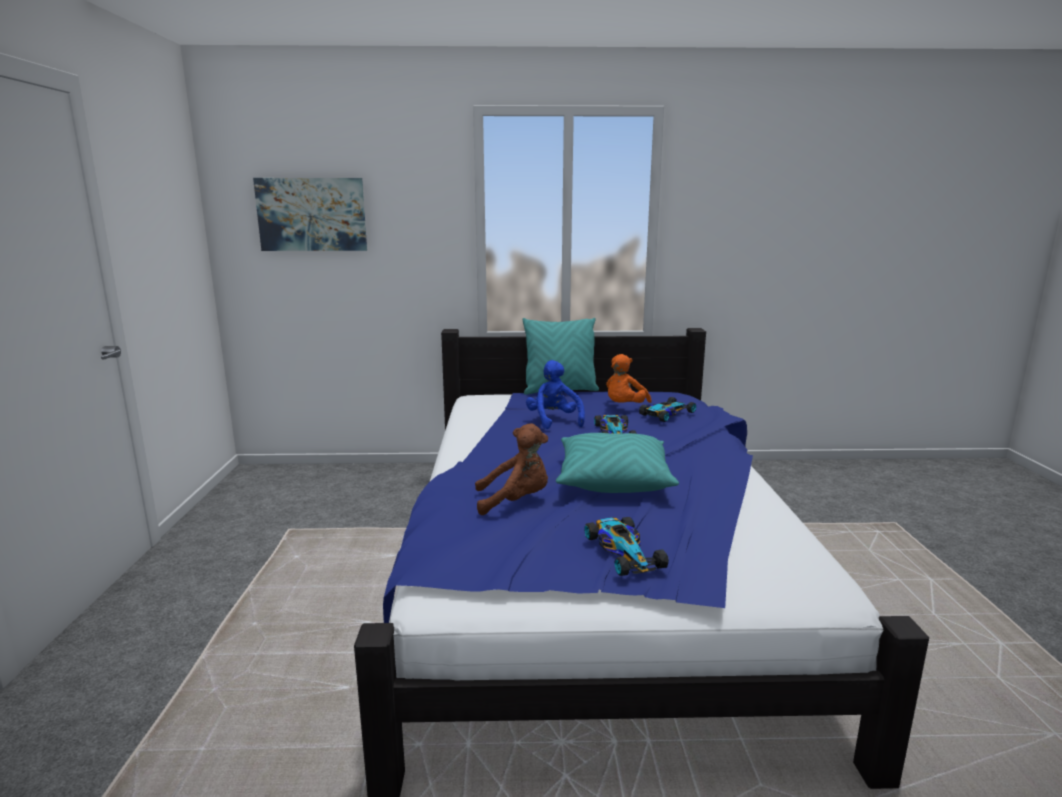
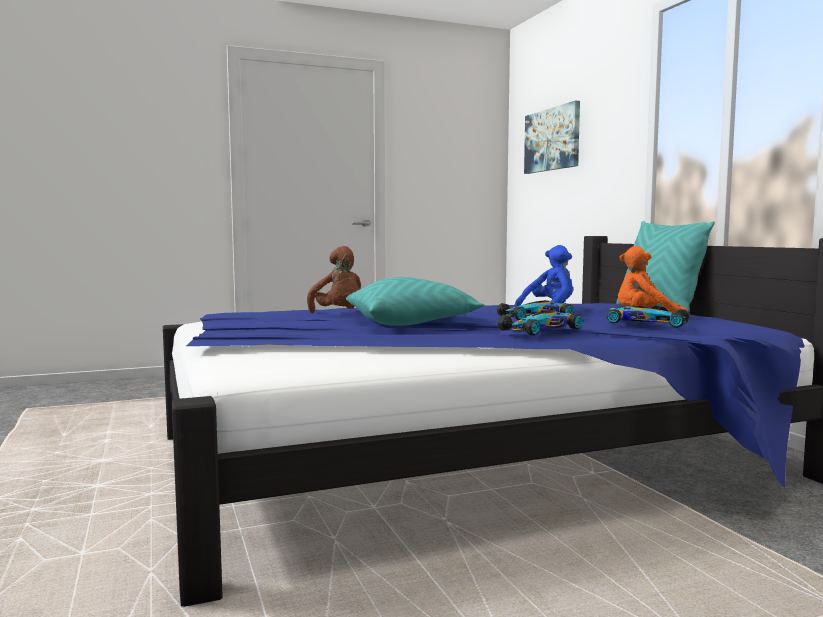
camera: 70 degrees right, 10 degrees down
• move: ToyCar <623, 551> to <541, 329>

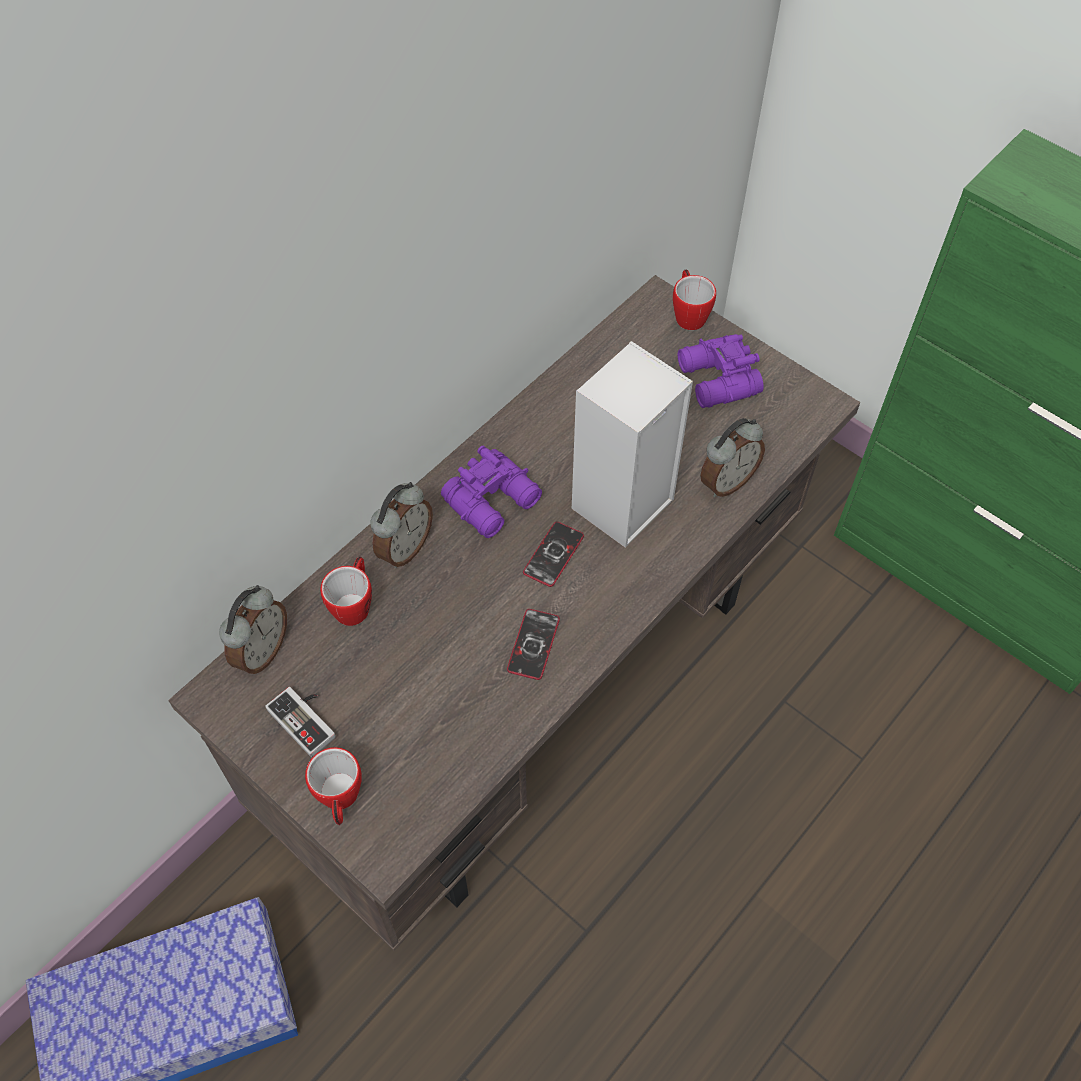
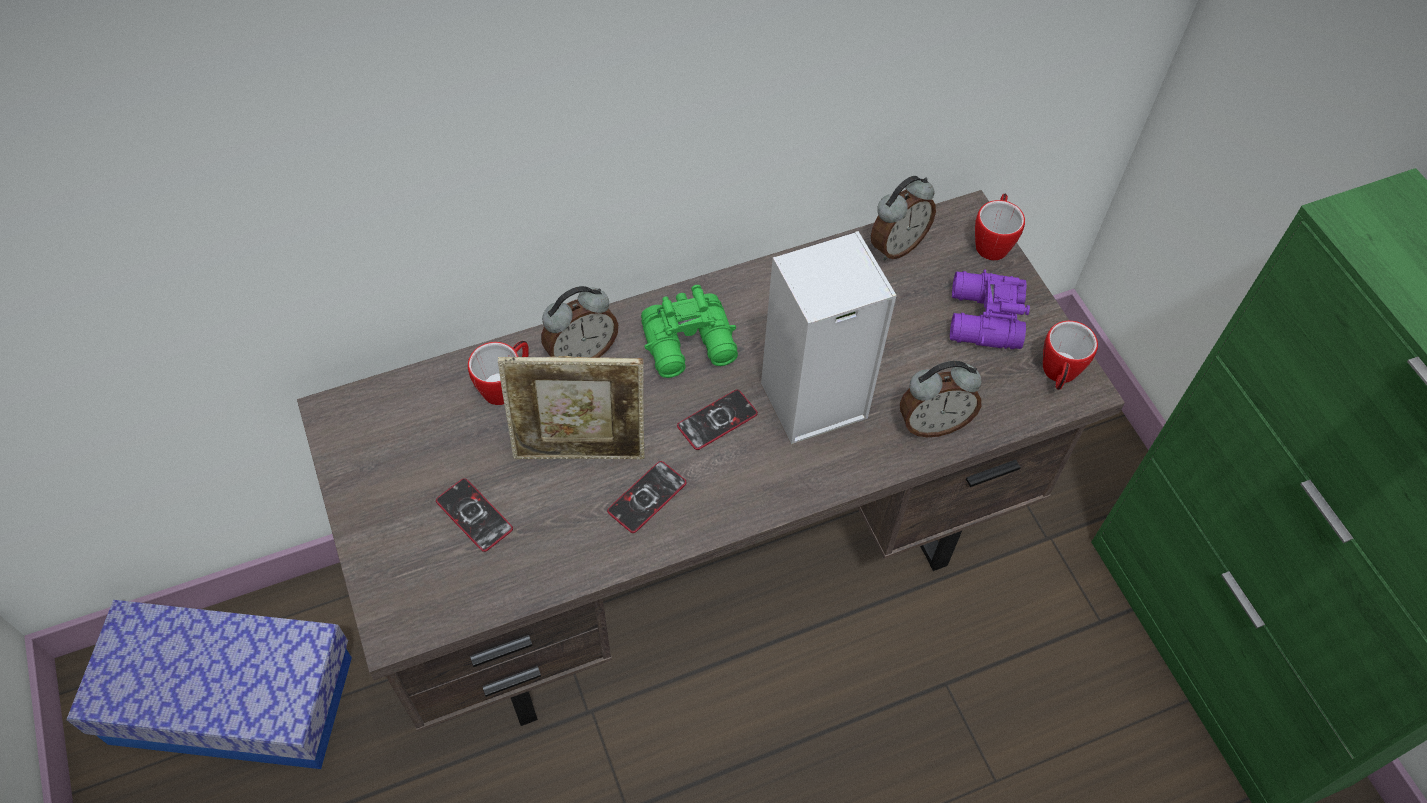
camera: 25 degrees right, 0 degrees up
• insert: Phone <474, 515>
• insert: PictureFrame <581, 452>
• recolor: PurpleBinoculars <494, 501> to GreenBinoculars <691, 345>
• move: AlarmClock <261, 651> to <896, 245>
• move: Mug <340, 800> to <1058, 375>
• delete: GameController <307, 719>

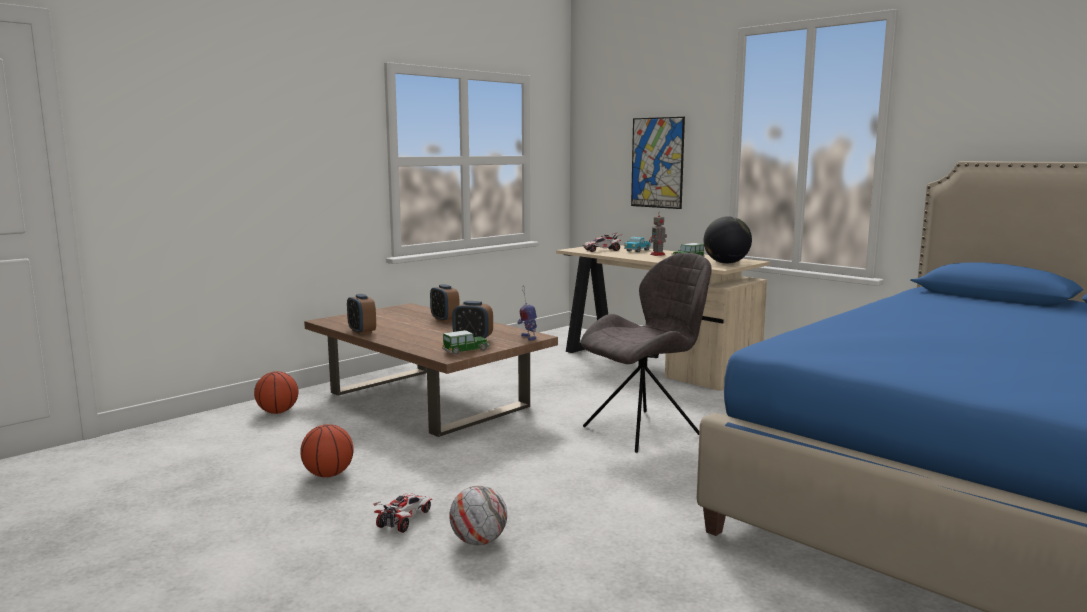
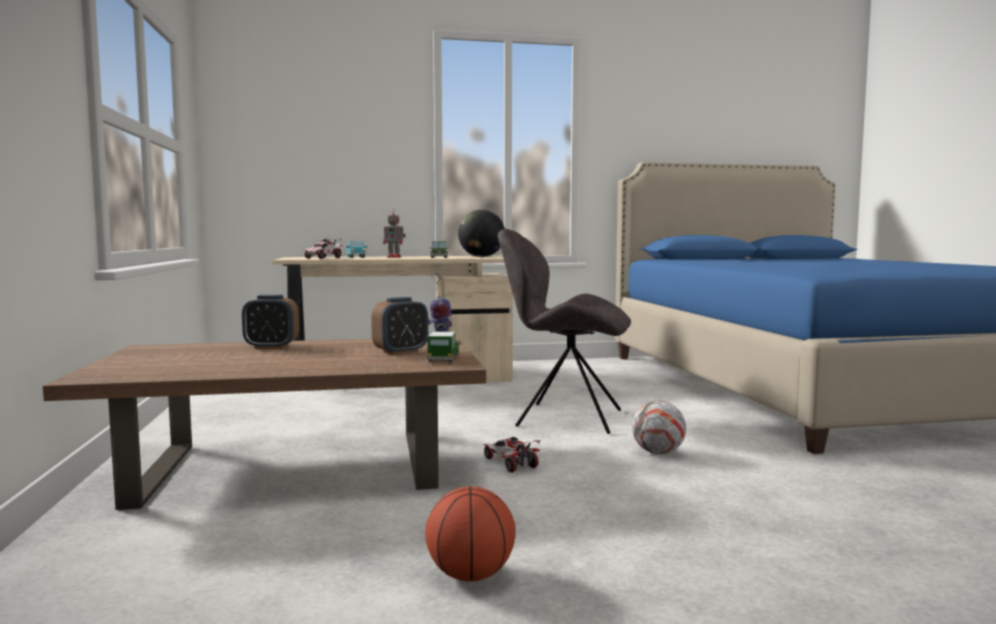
camera: 55 degrees left, 5 degrees down
• move: ToyCar <404, 520> to <509, 463>
• rotate: GreyChair <644, 430> = <565, 417> 75 degrees counterclockwise
• move: Football <478, 541> to <657, 452>
• delete: Basketball <277, 412>
• delete: AlarmClock <362, 331>
• delete: Picture <657, 163>

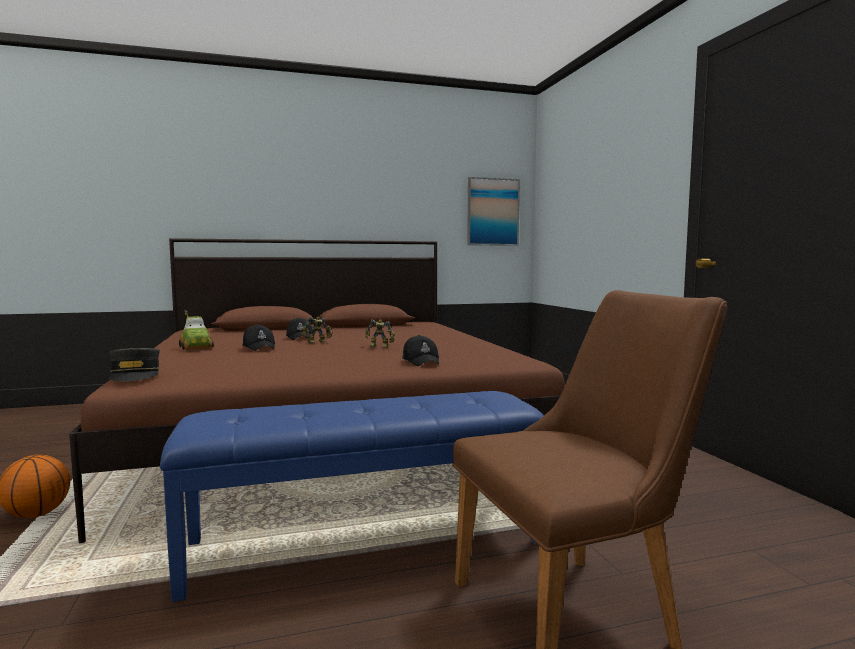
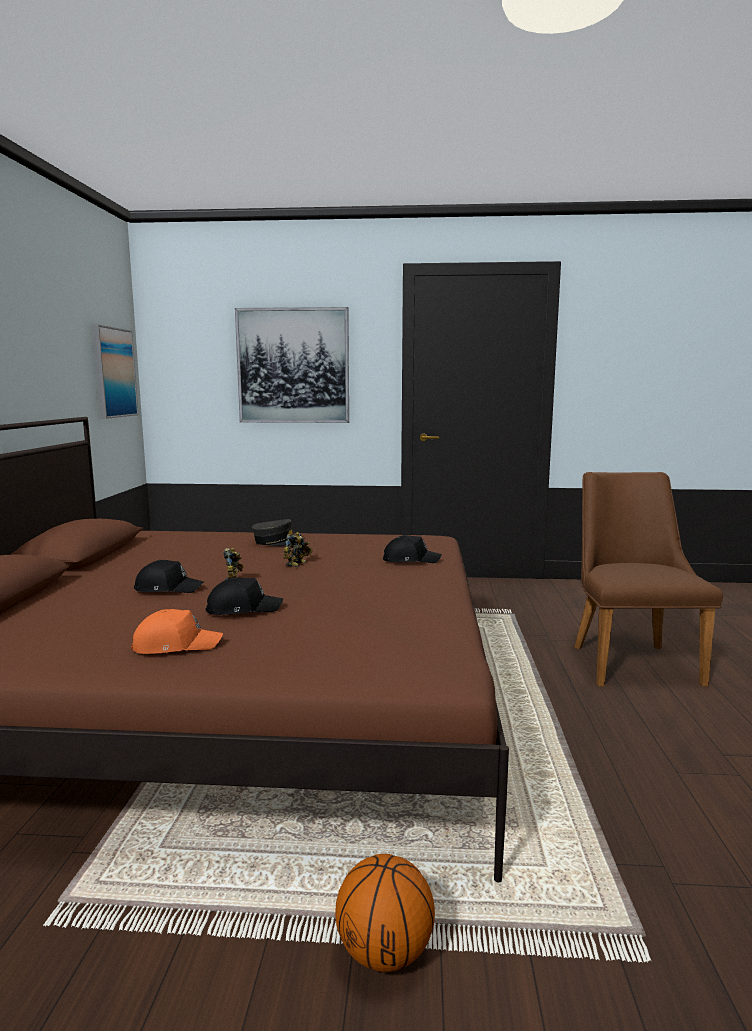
camera: 70 degrees left, 5 degrees up
• replace: ToyCar <197, 347> to OrangeCap <176, 645>
• insert: Picture <293, 366>
• move: GreyCap <135, 375> to <277, 542>
• delete: BlueBench <367, 541>

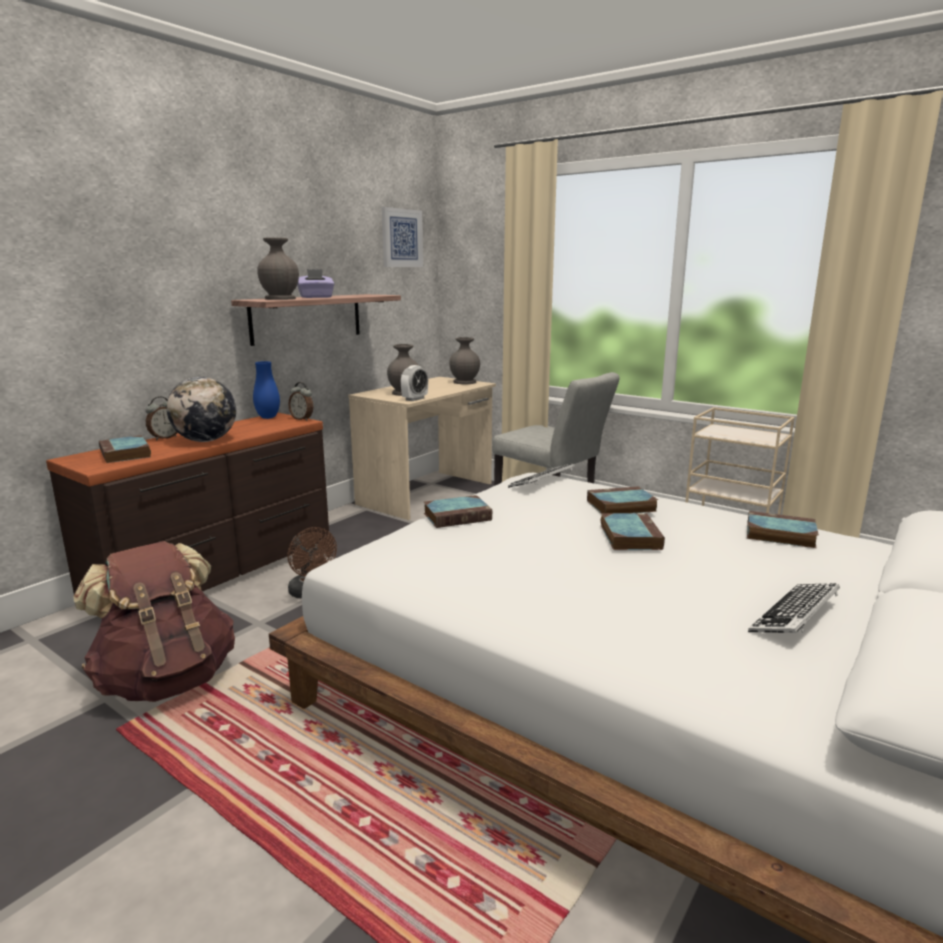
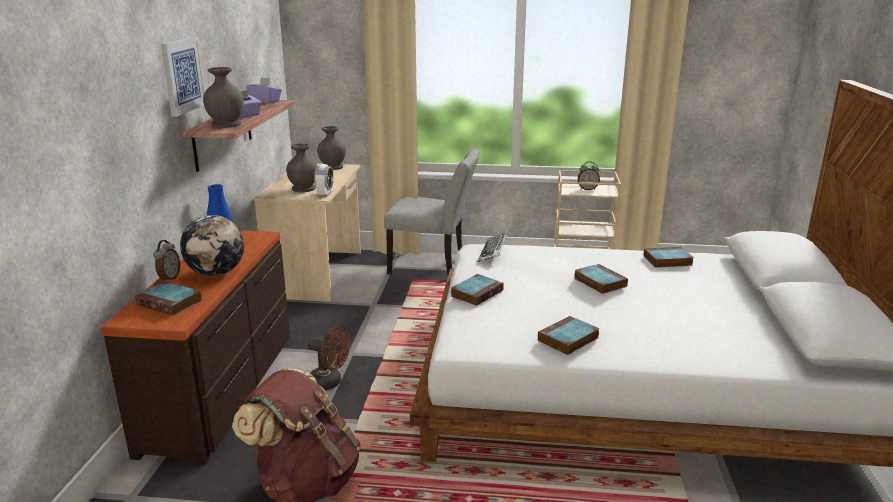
camera: 30 degrees left, 5 degrees up
• move: Picture <401, 238> to <182, 75>
• insert: PurpleTissueBox <265, 101>
• move: Book <620, 506> to <568, 340>
• move: AlarmClock <302, 419> to <587, 189>
• delete: Keyboard <795, 616>

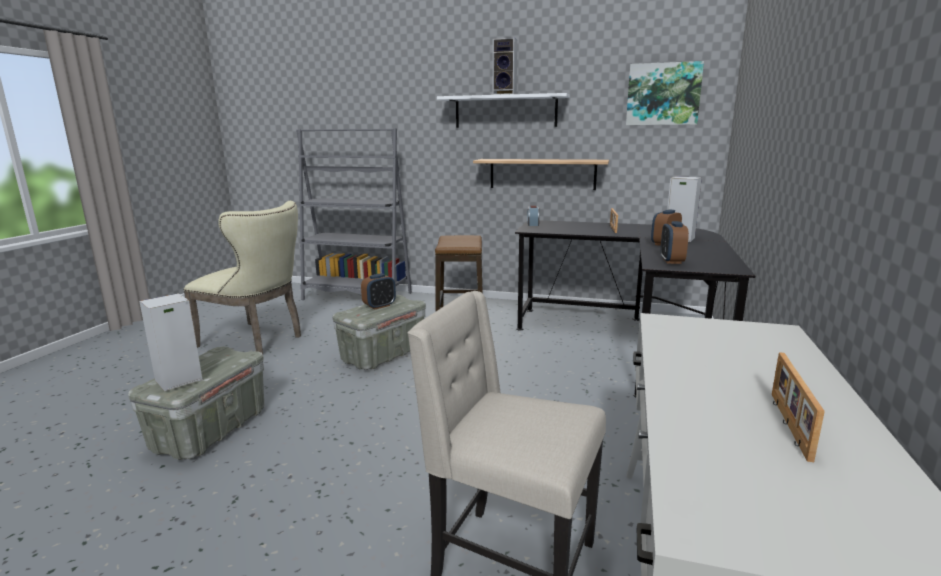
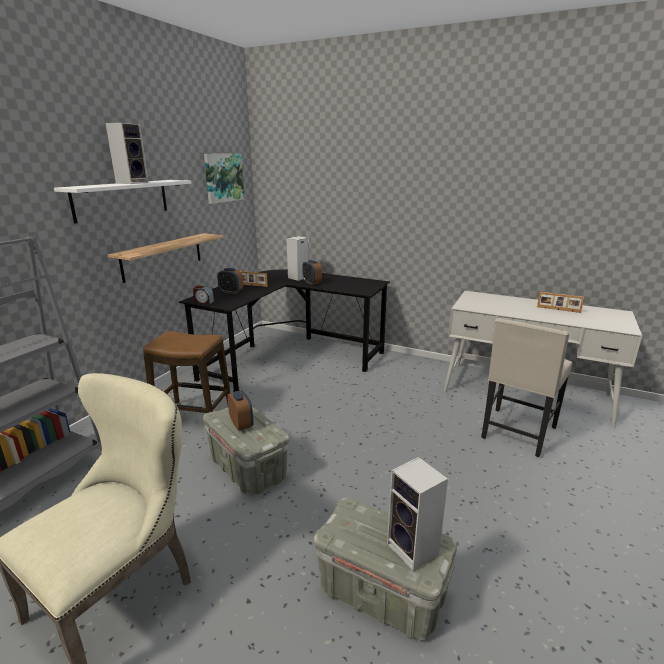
camera: 80 degrees left, 5 degrees up
• move: AlarmClock <671, 261> to <231, 292>

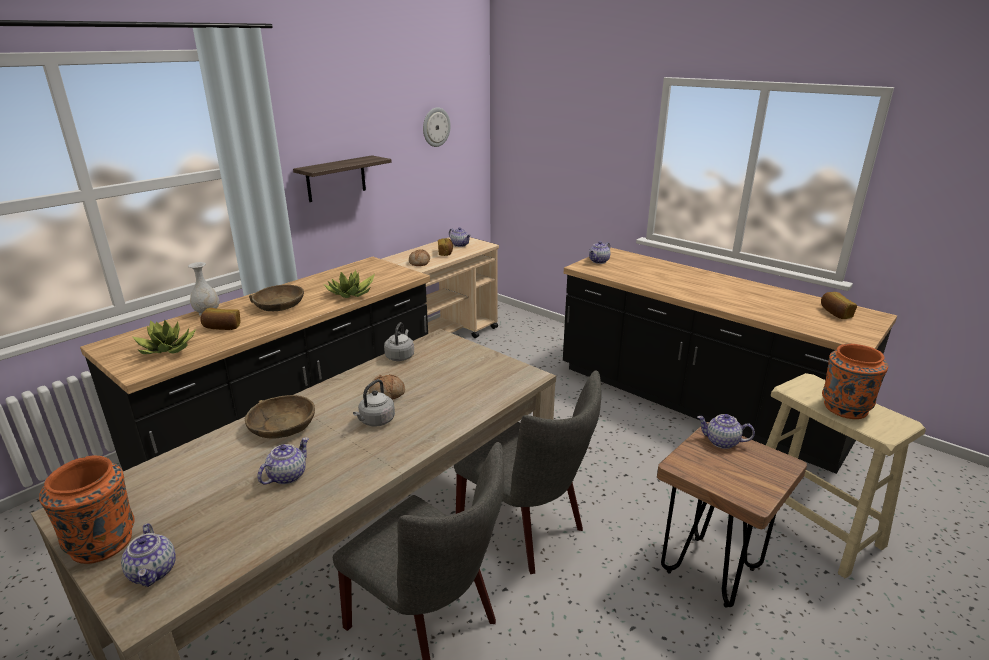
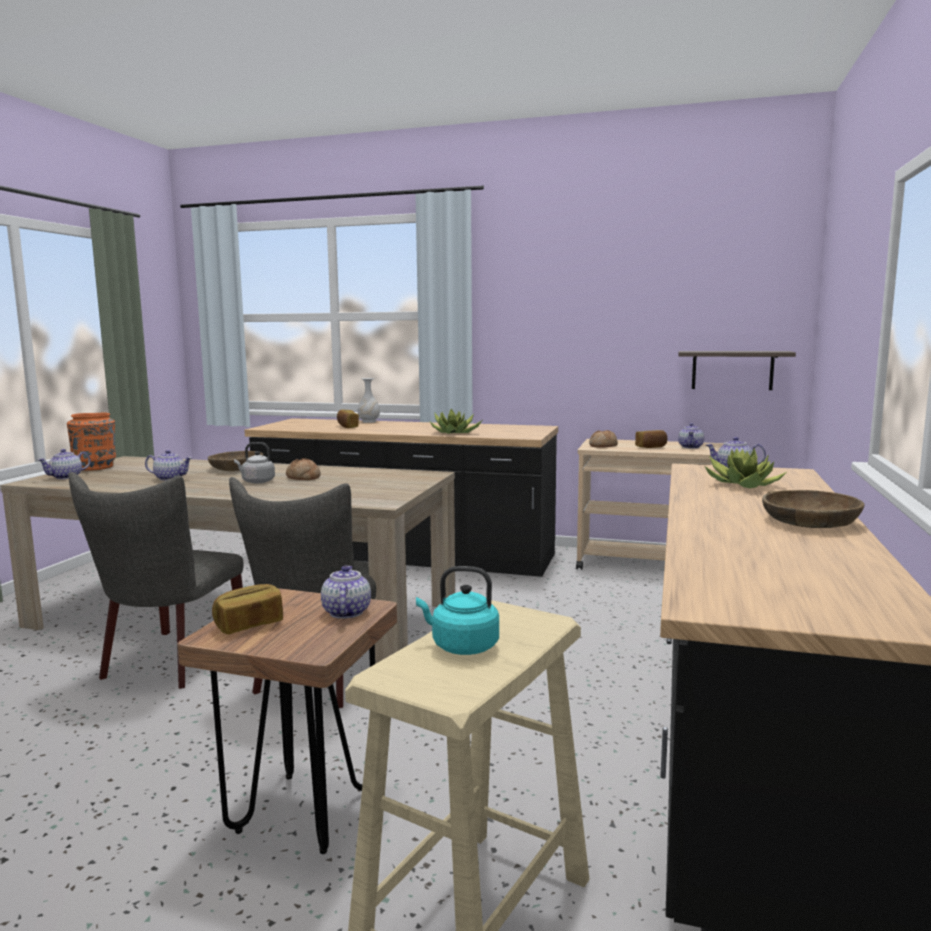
camera: 65 degrees right, 15 degrees down
• move: Bread <835, 313> to <249, 624>
• replace: OrangeVase <844, 408> to TurquoiseKettle <461, 646>
• move: Shelf <336, 178> to <732, 370>
• move: PottedPlant <167, 349> to <742, 485>
• move: BrownBowl <279, 305> to <808, 522>
• delete: GreyKettle <400, 356>
• delete: WallClock <435, 127>

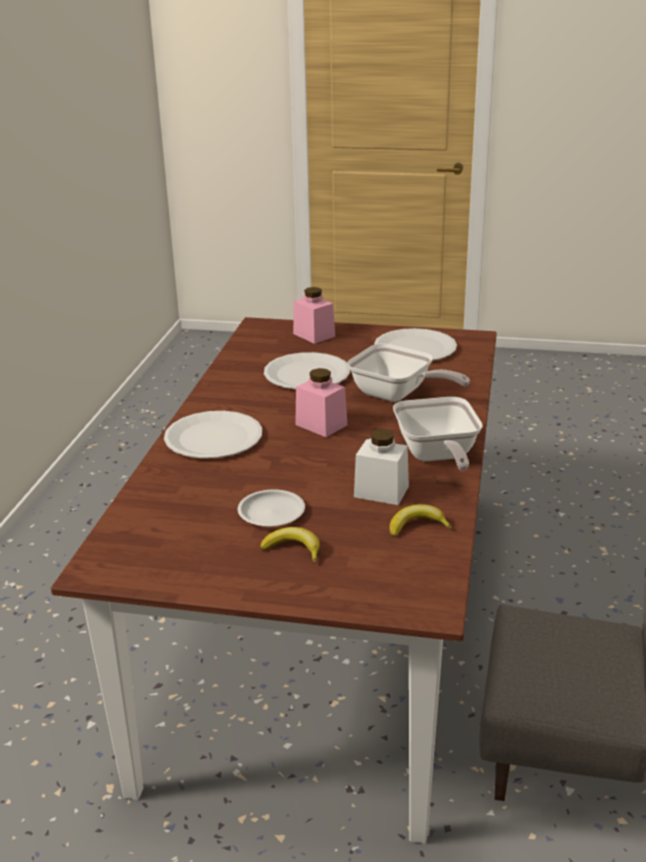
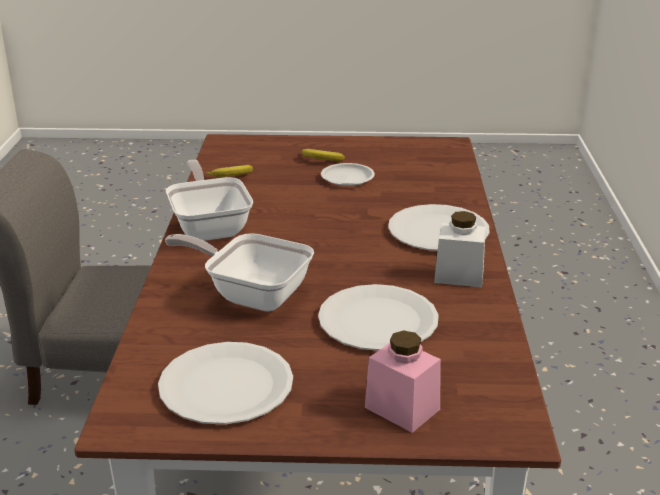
camera: 170 degrees right, 0 degrees up
• move: WhiteJar <381, 491> to <459, 275>
• delete: PinkJar <321, 425>

